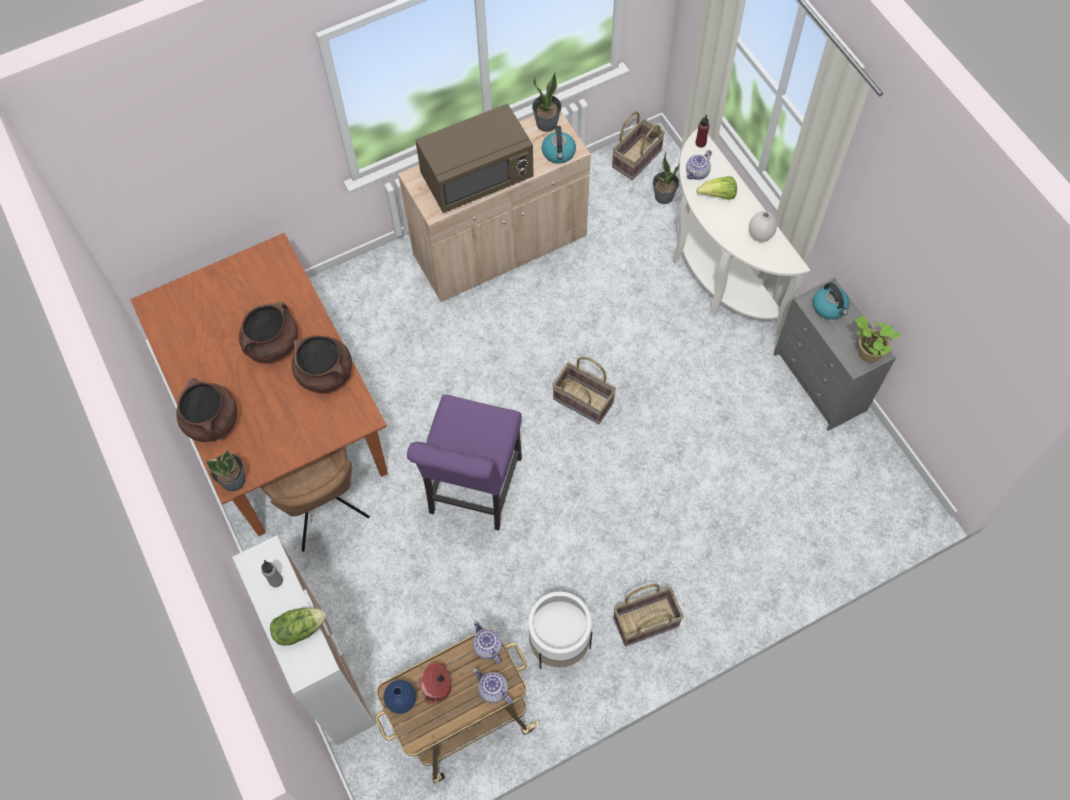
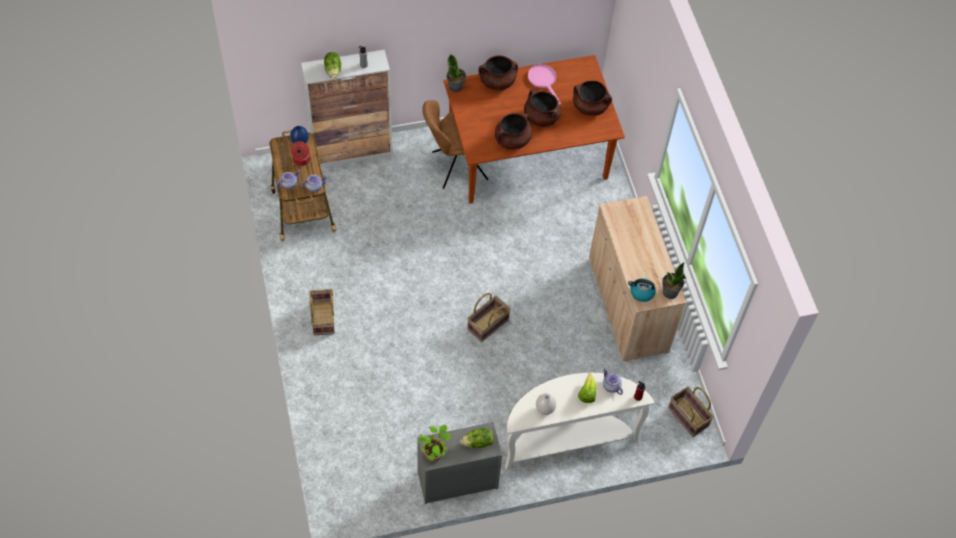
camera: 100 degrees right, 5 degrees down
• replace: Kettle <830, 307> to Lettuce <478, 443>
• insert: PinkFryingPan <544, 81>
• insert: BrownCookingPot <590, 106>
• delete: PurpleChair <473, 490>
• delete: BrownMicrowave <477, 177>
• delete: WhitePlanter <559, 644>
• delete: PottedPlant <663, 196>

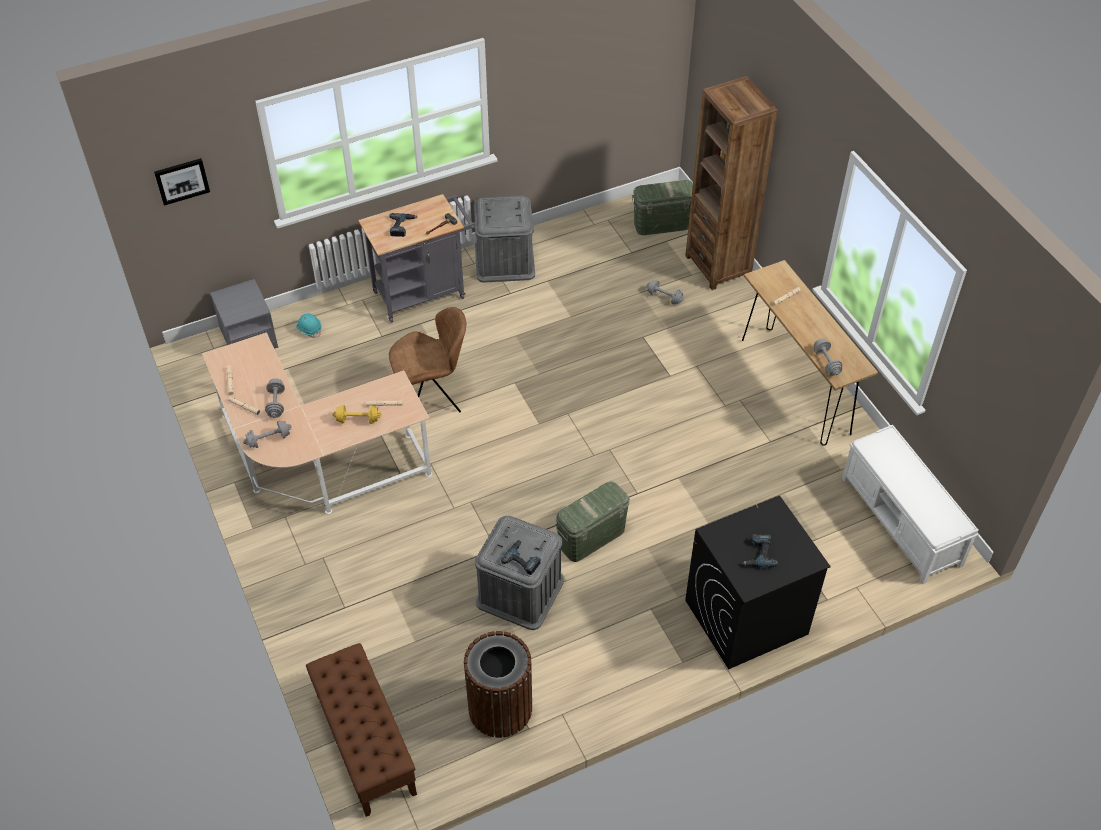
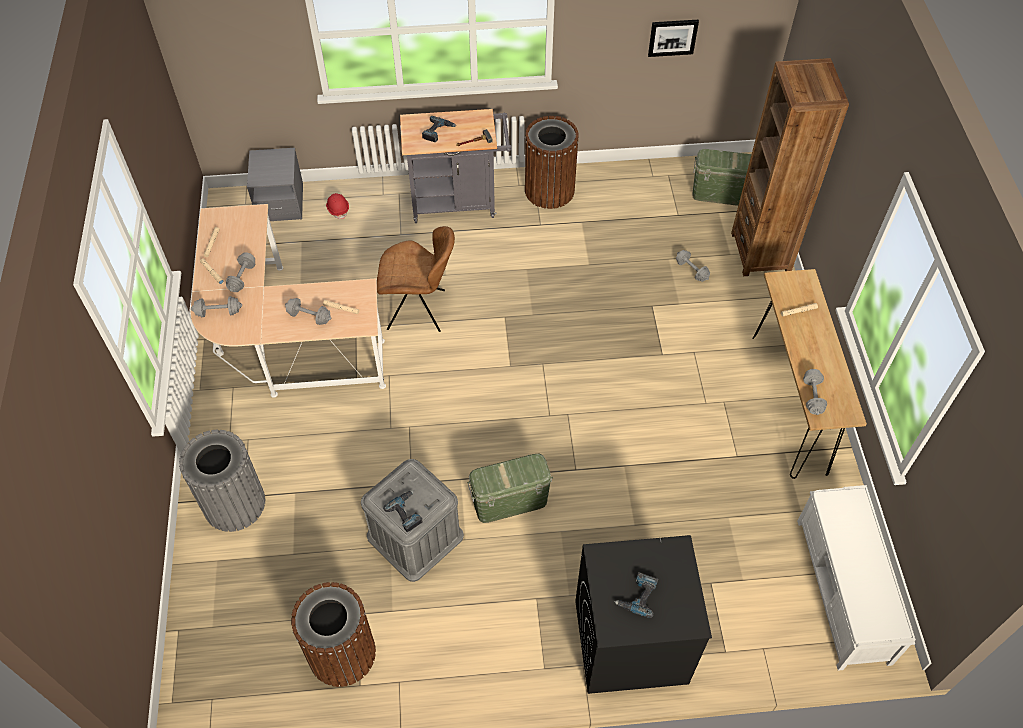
camera: 20 degrees right, 5 degrees up
• insert: GreyTrashCan <234, 503>
• recolor: YellowDumbbell <358, 420> to GreyDumbbell <309, 317>
• recolor: TurquoiseHardHat <309, 329> to RedHardHat <338, 209>
• replace: GreyStorageBox <504, 260> to BrownTrashCan <549, 190>
• move: Picture <182, 181> to <672, 37>
• delete: BrownBench <365, 743>

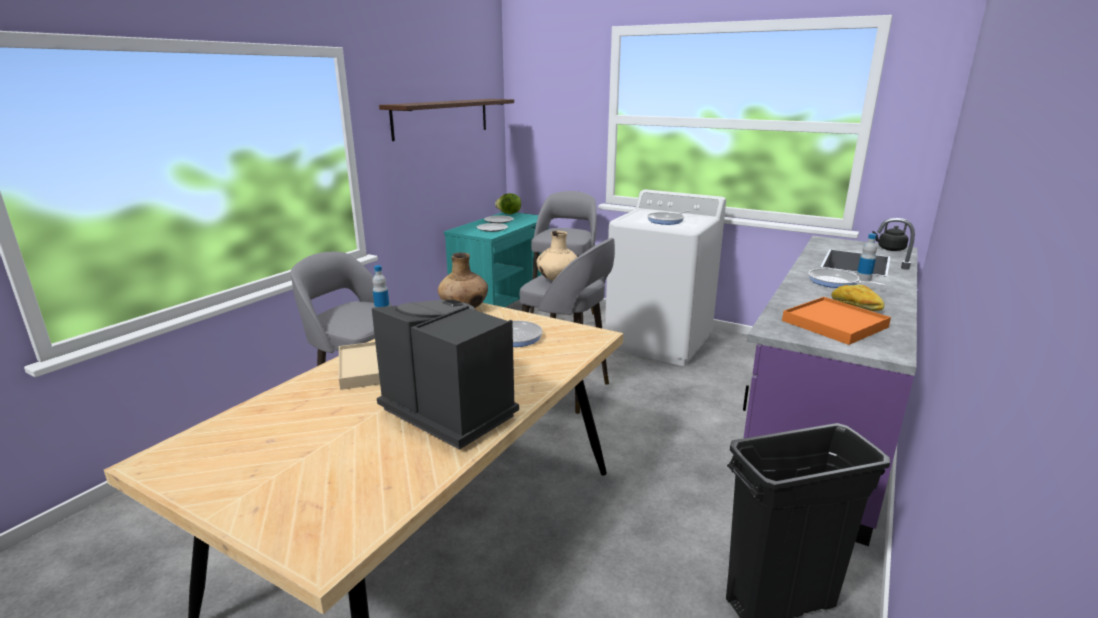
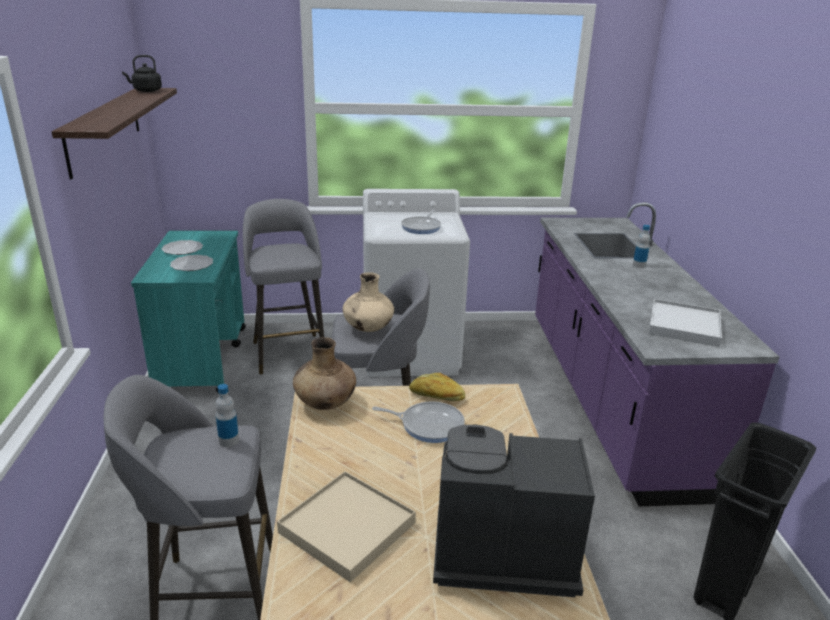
camera: 35 degrees left, 5 degrees up
• move: BlackKettle <889, 249> to <146, 91>
• move: Bread <856, 306> to <436, 396>
• recolor: OrangeTray <834, 324> to WhiteTray <683, 326>
• delete: Lettuce <509, 214>
• delete: FryingPan <835, 282>

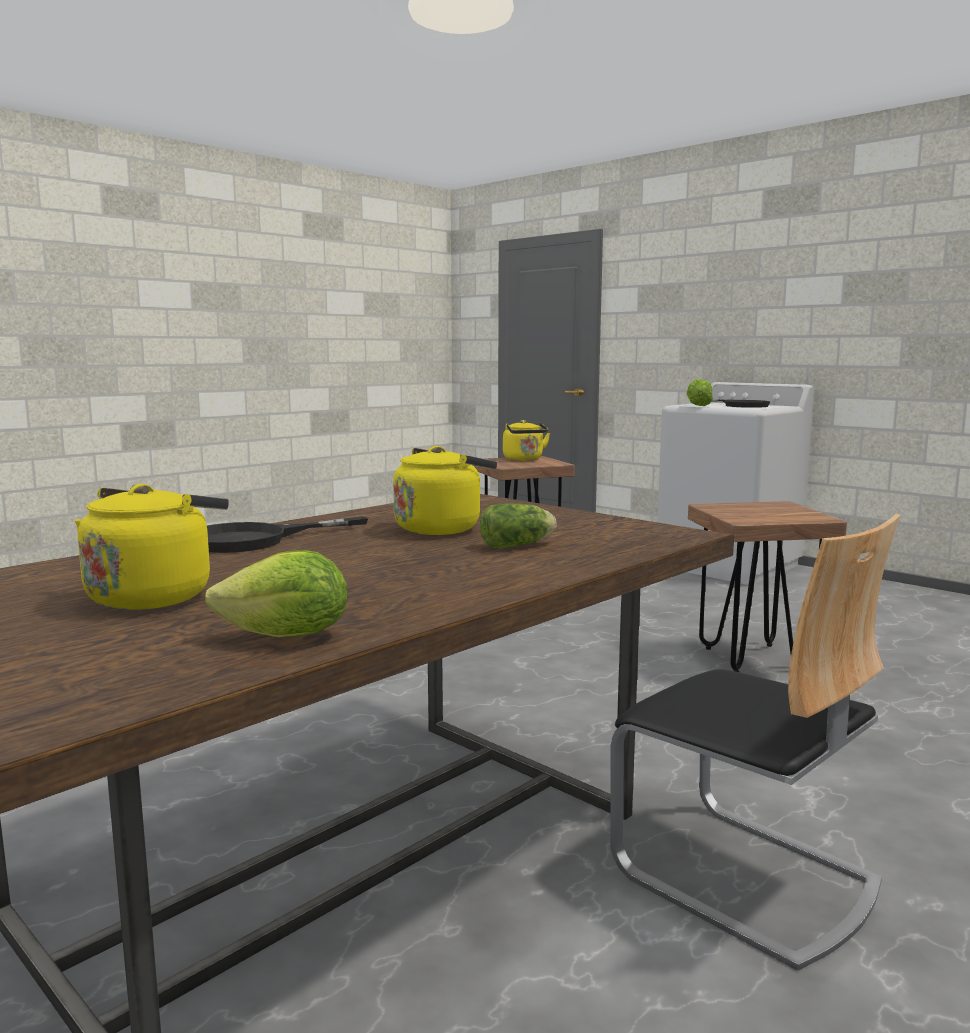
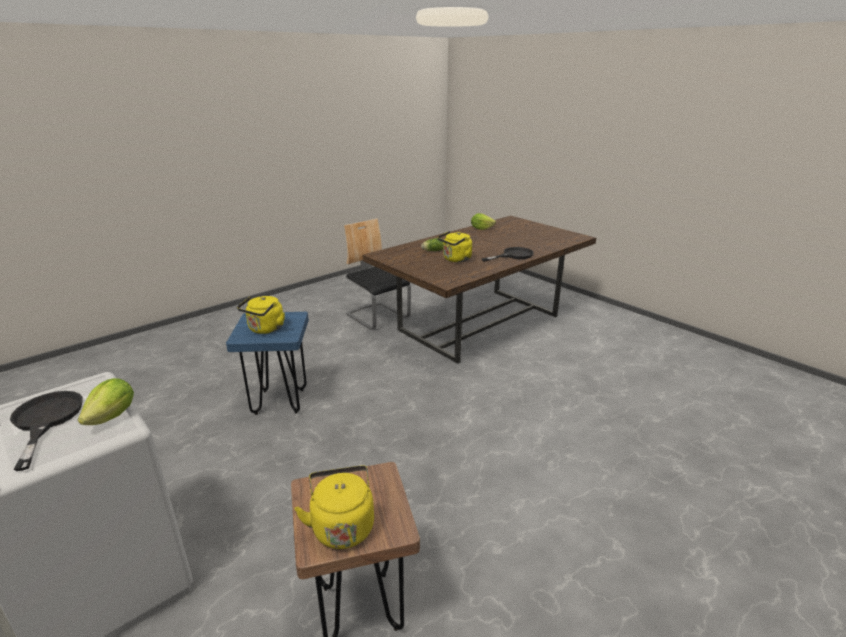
camera: 175 degrees left, 15 degrees up
• recolor: BrownStool <754, 659> to BlueStool <280, 401>
• move: YellowKettle <154, 596> to <265, 329>

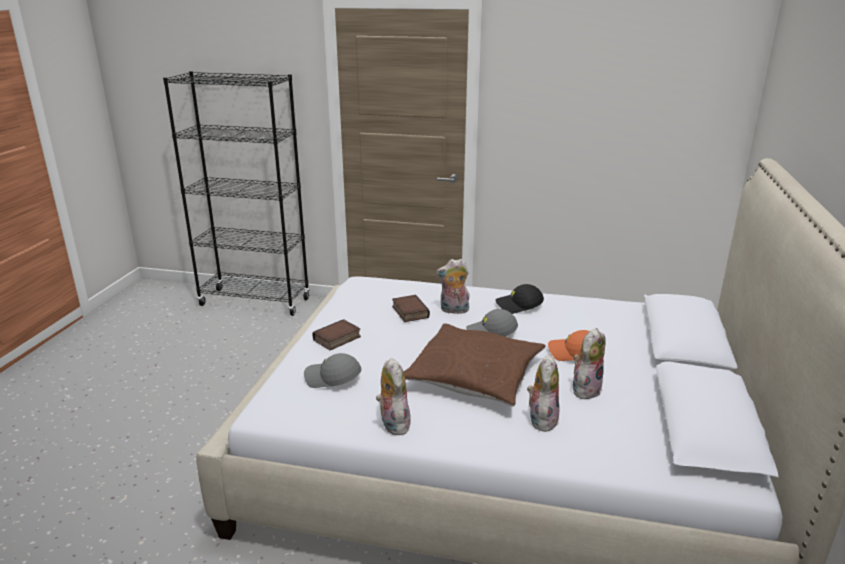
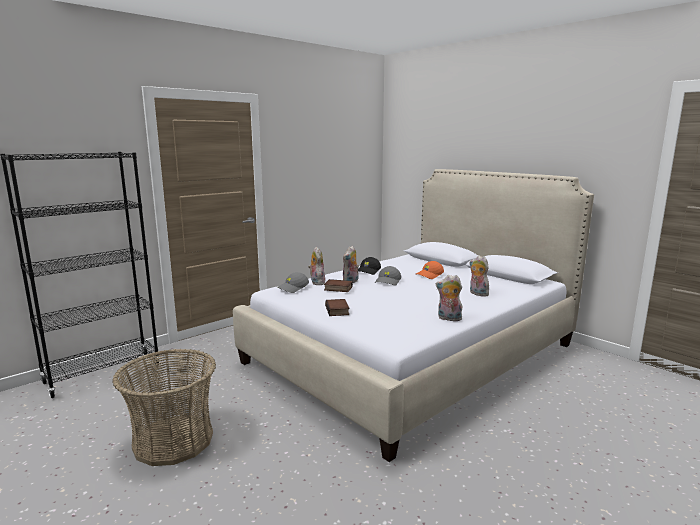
camera: 55 degrees left, 10 degrees down
• insert: Basket <173, 440>
• move: GreyCap <332, 378> to <293, 288>
• move: PlushToy <585, 389> to <316, 282>
• delete: BrownPillow <474, 376>

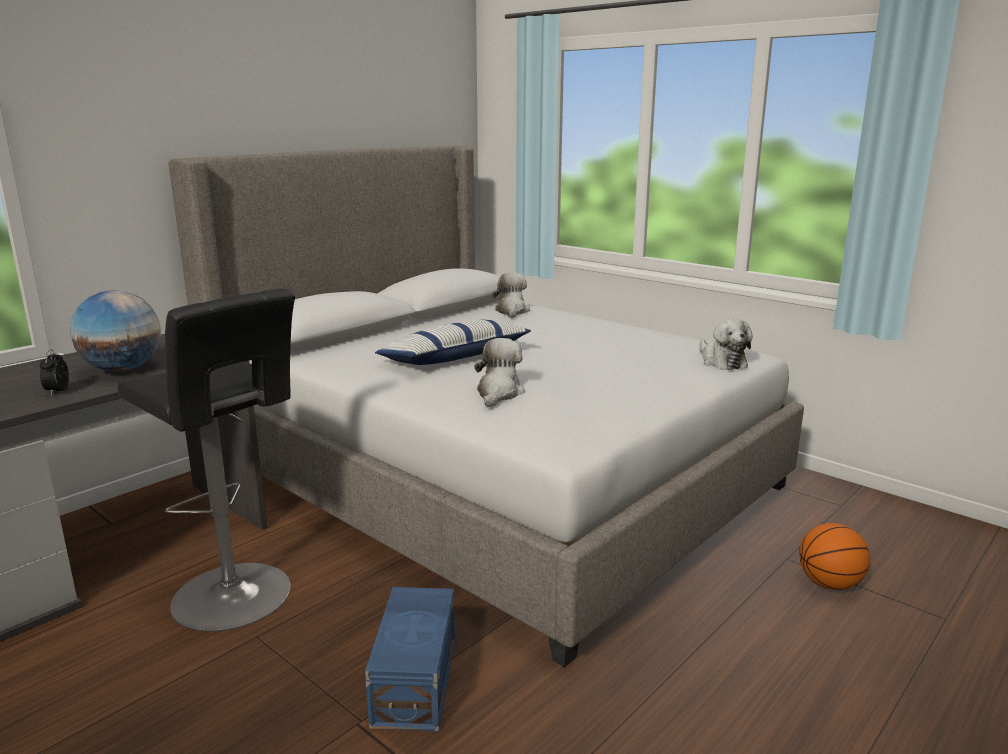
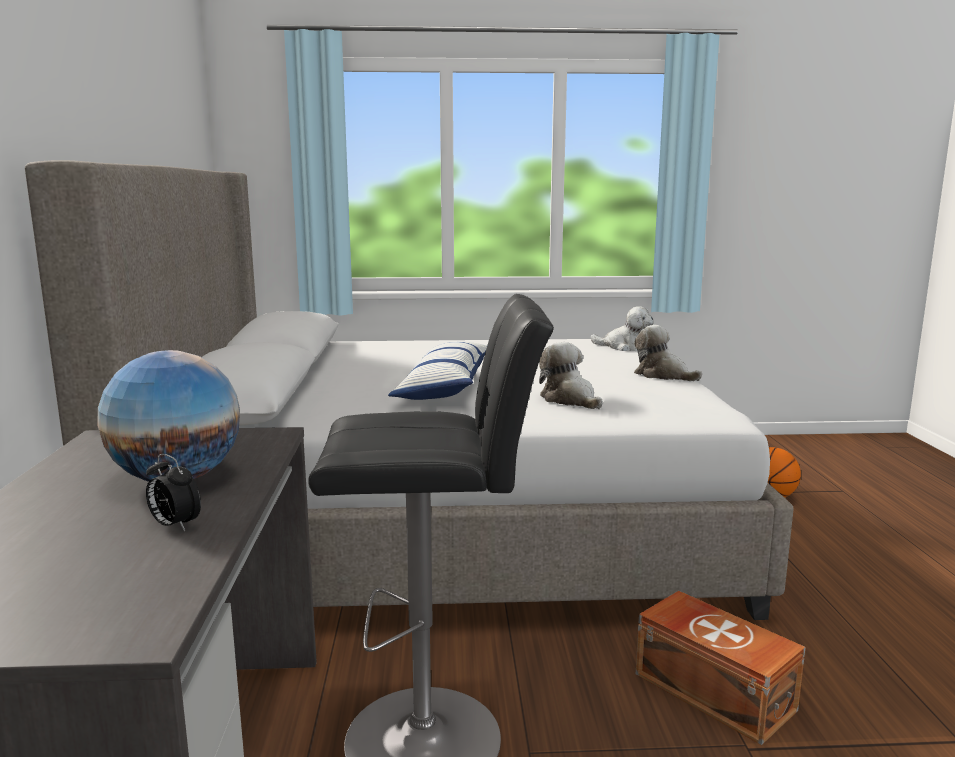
camera: 45 degrees left, 5 degrees down
• move: PlushToy <512, 311> to <663, 375>
• recolor: BlueStorageBox <417, 679> to BrownStorageBox <713, 690>

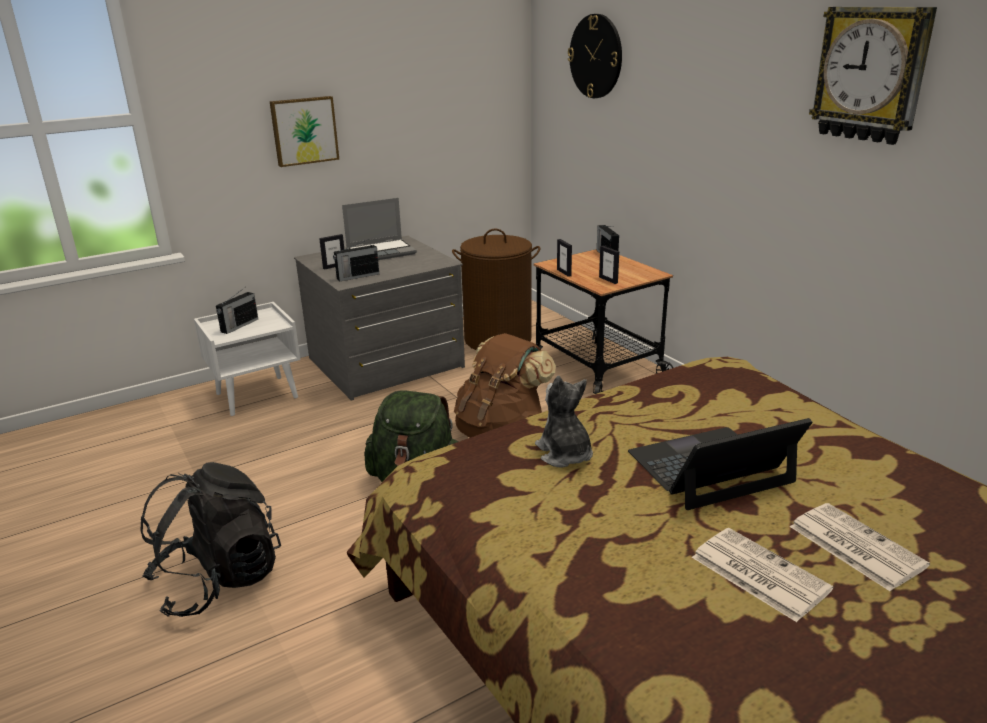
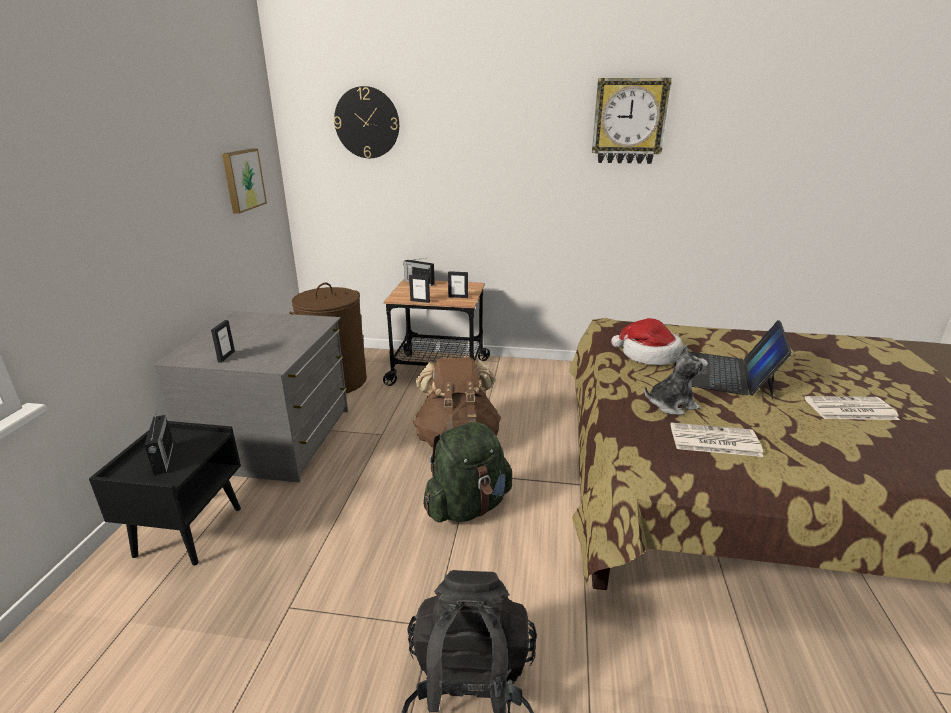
camera: 50 degrees left, 0 degrees up
• recolor: WhiteNightstand <257, 395> to BlackNightstand <189, 531>
• move: Picture <304, 130> to <242, 180>
• insert: Hat <648, 355>
• rotate: PlushToy <564, 454> = <671, 405> 150 degrees clockwise
• move: Newspaper <854, 545> to <713, 441>
• delete: Radio <357, 276>
• delete: Laptop <381, 252>

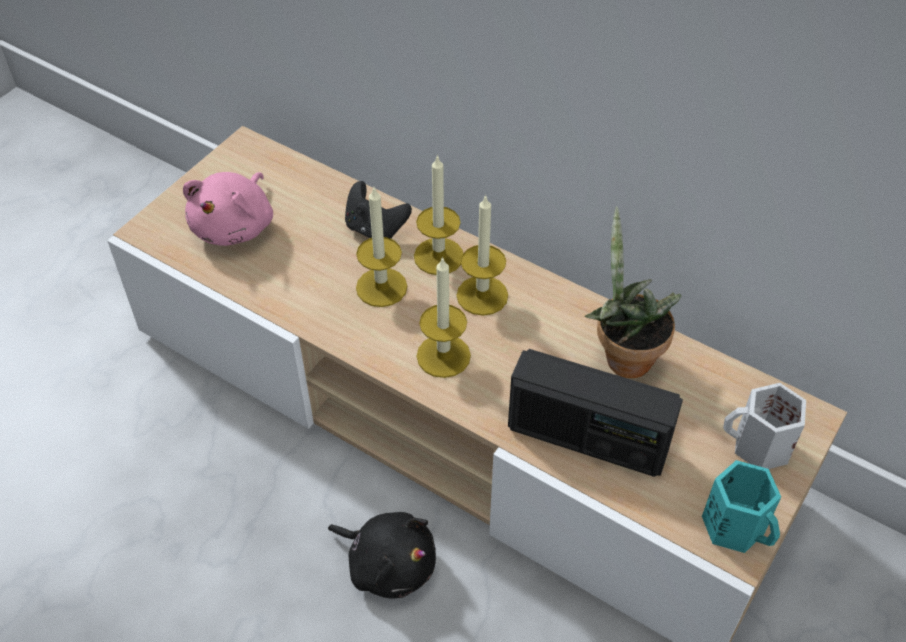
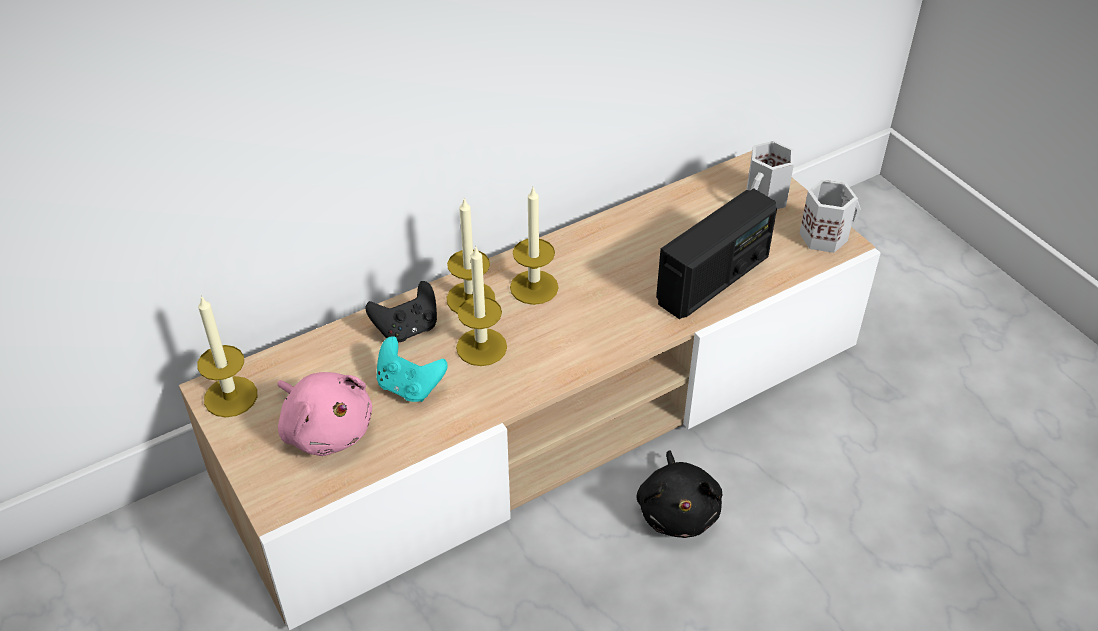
camera: 65 degrees left, 5 degrees down
• move: Candle <443, 356> to <230, 397>
• insert: TurquoiseGameController <409, 386>
• rotate: BlackPlushToy <388, 564> = <678, 511> 120 degrees clockwise
• recolor: TurquoiseMug <736, 525> to WhiteMug <824, 235>
• delete: PottedPlant <623, 356>

